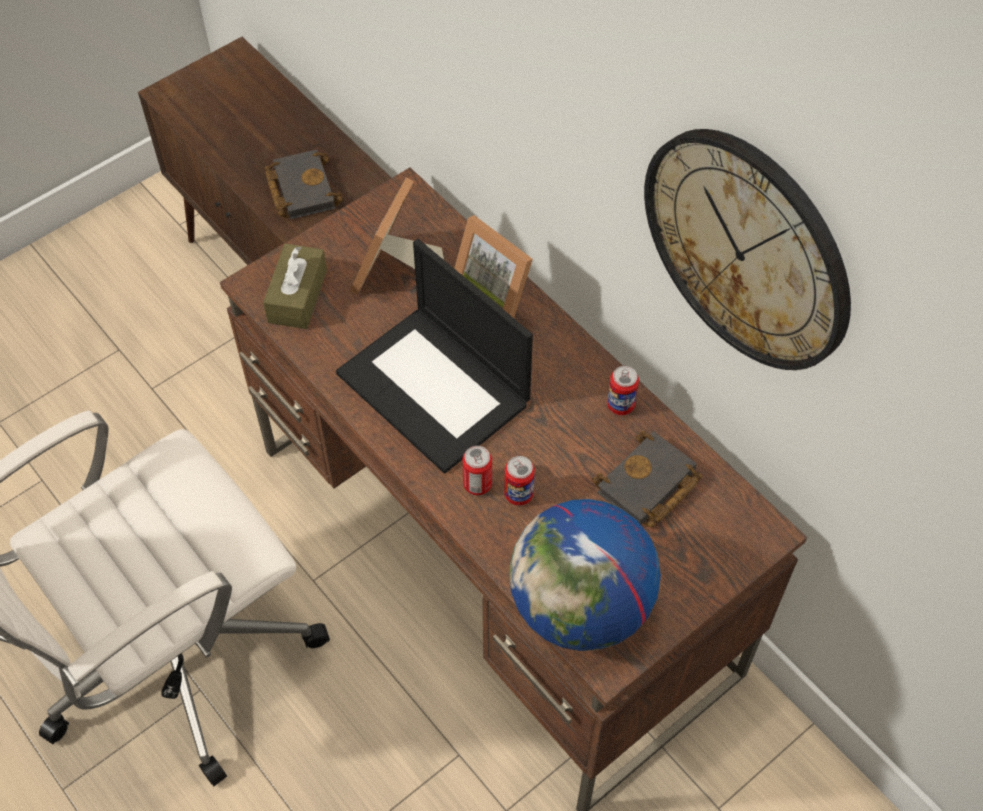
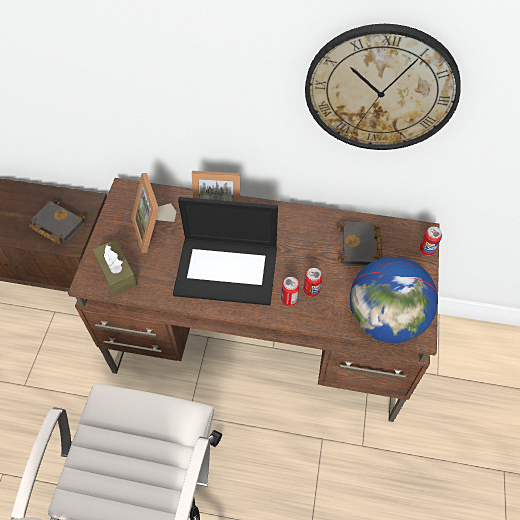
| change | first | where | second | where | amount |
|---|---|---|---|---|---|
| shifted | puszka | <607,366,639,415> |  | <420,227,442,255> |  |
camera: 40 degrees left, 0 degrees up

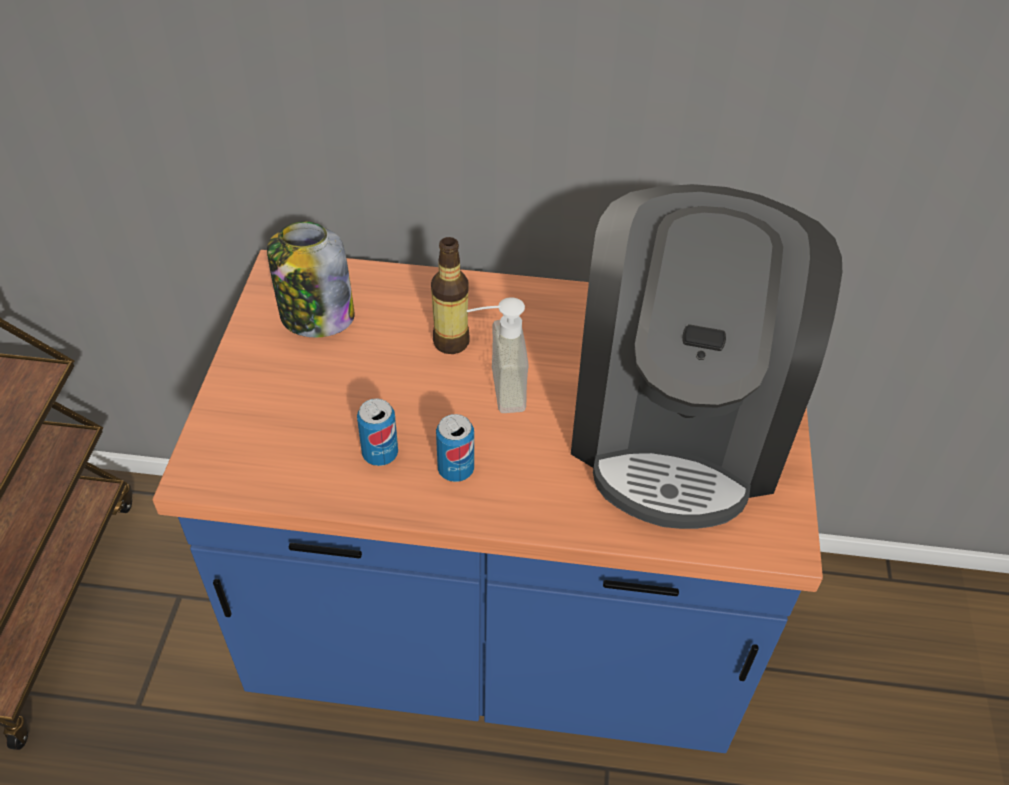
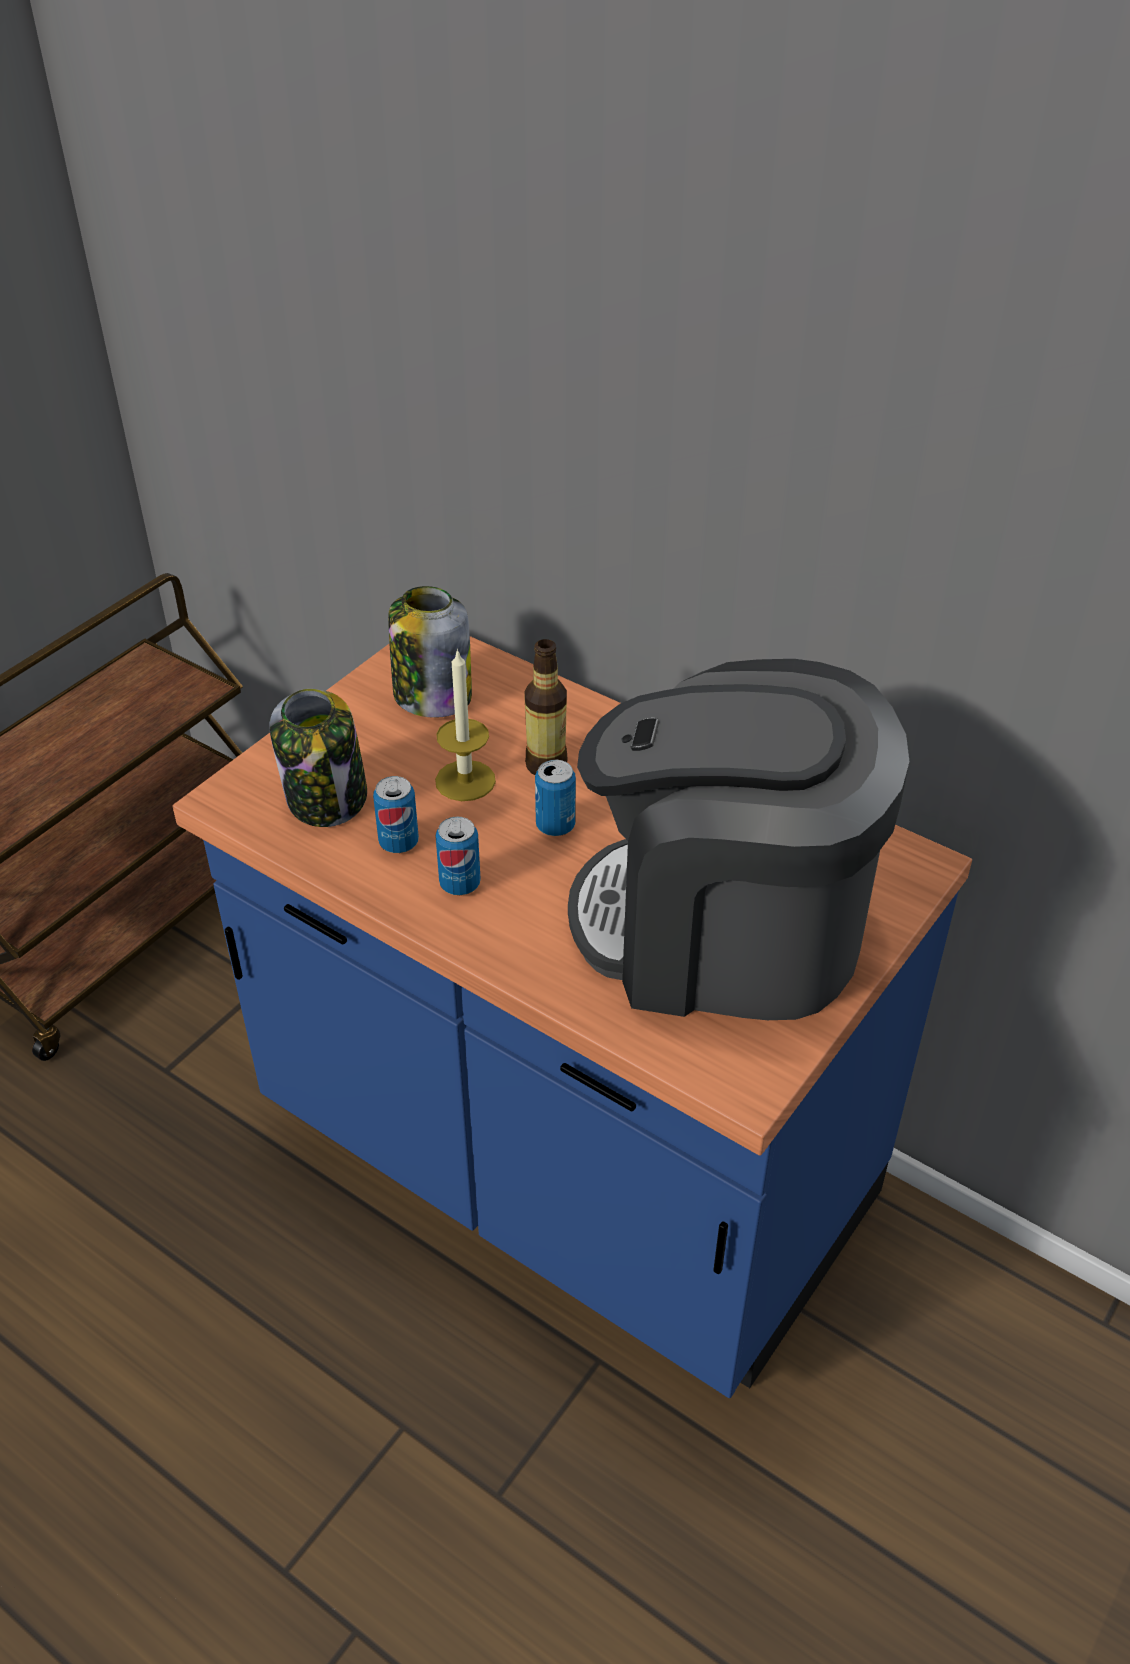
| change | first | where | second | where | amount |
|---|---|---|---|---|---|
| new |  |  | słoik | <269,689,367,827> |  |
| new |  |  | świeca | <435,649,496,801> |  |
| swapped | dozownik mydła | <467,297,529,413> | puszka | <535,760,576,836> |  |
| rotated | ekspres do kawy | <571,184,842,529> |  | <568,659,909,1020> | 60 degrees clockwise |
camera: 30 degrees right, 5 degrees down

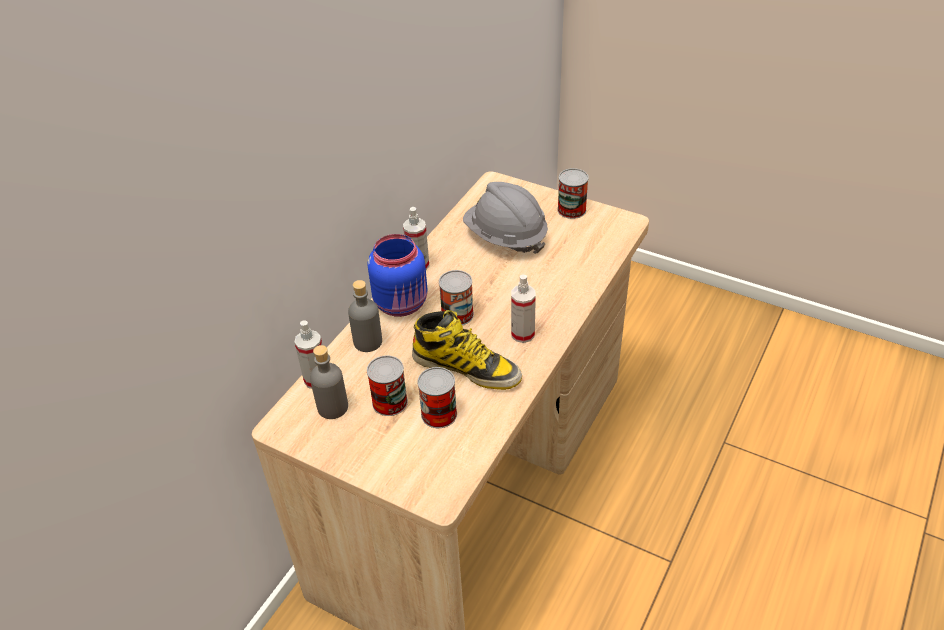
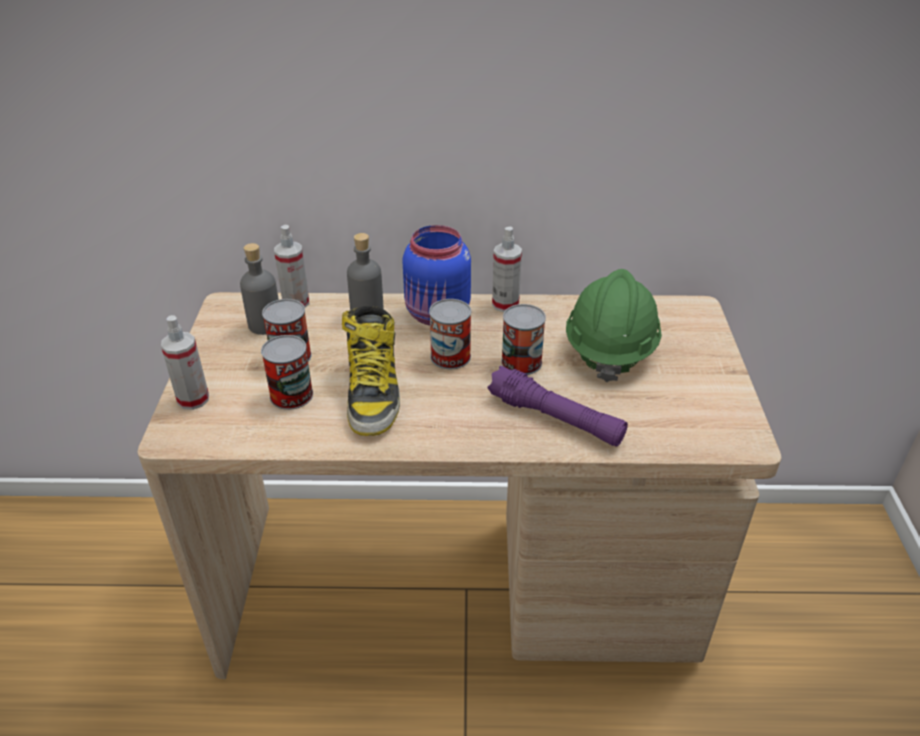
| change | first | where | second | where | amount |
|---|---|---|---|---|---|
| new |  |  | latarka [fioletowy] | <487,366,628,447> |  |
| shifted | spryskiwacz | <511,275,536,343> |  | <161,315,209,410> |  |
| shifted | puszka | <557,168,589,219> |  | <501,304,546,375> |  |
| repainted | kask [szary] | <463,182,548,254> | kask [zielony] | <566,269,662,382> |  |
camera: 60 degrees right, 5 degrees down

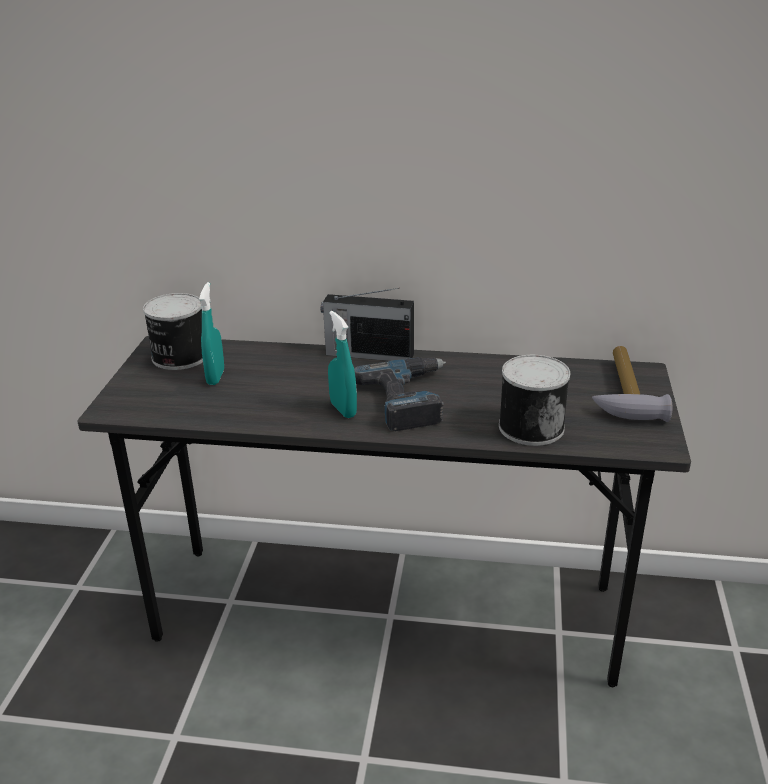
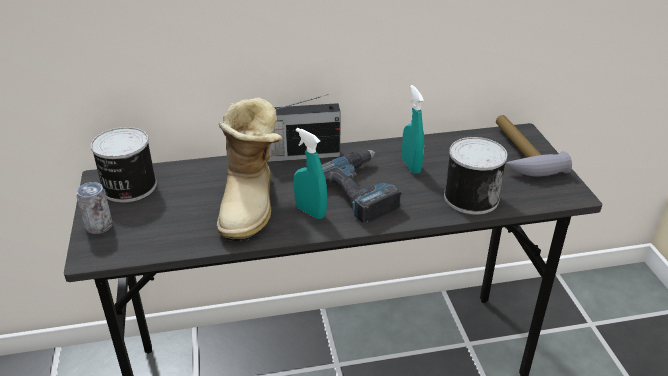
| change | first | where | second | where | amount |
|---|---|---|---|---|---|
| new |  |  | puszka | <76,182,113,234> |  |
| new |  |  | but z cholewką | <217,97,283,242> |  |
| shifted | spryskiwacz [turkusowy] | <199,282,224,385> |  | <402,85,424,174> |  |
camera: 20 degrees left, 5 degrees up

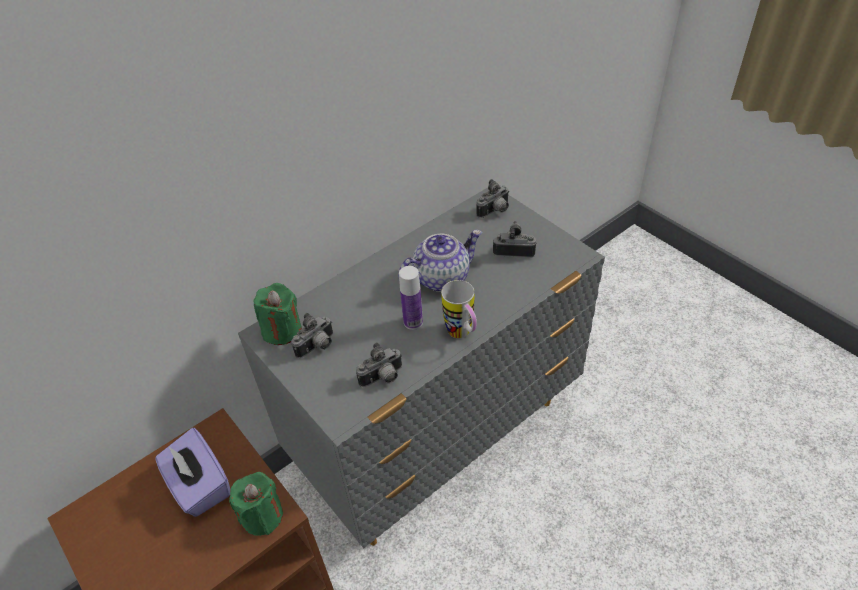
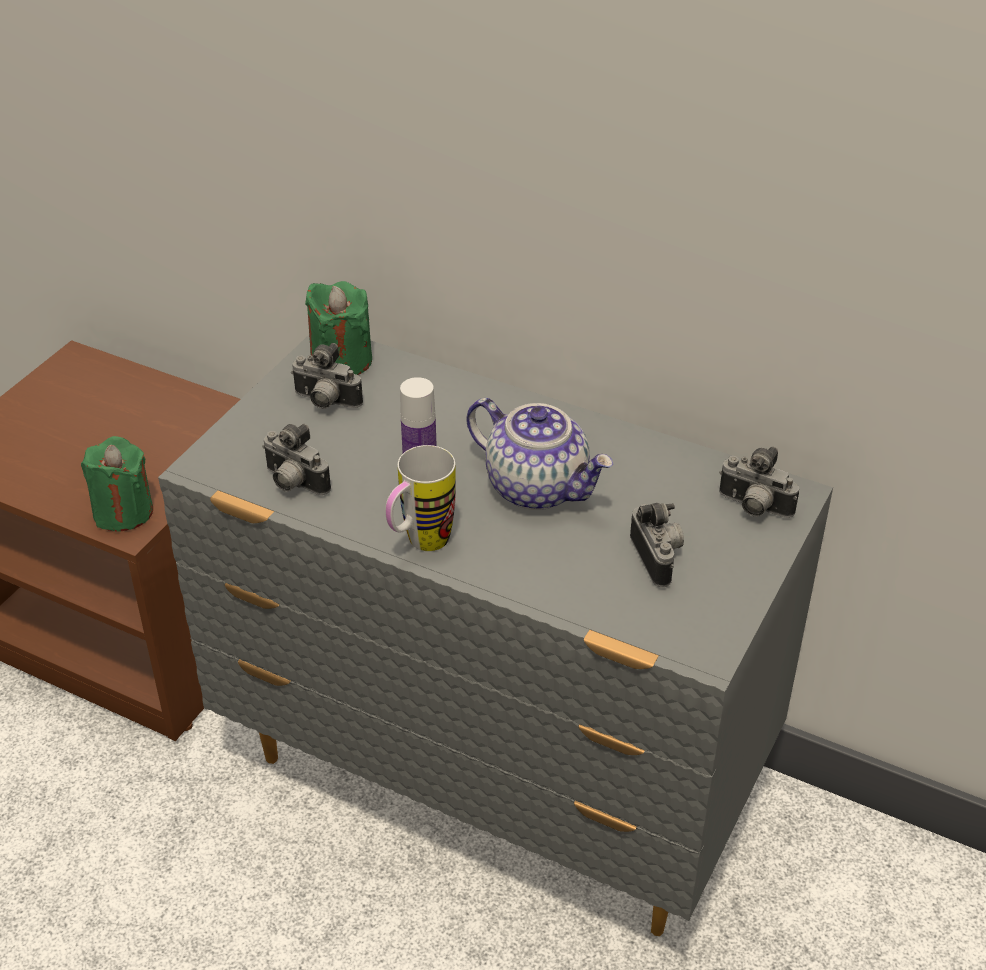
| change | first | where | second | where | amount |
|---|---|---|---|---|---|
| gone | pudełko chusteczek [fioletowy] | <155,428,230,517> |  |  |  |
camera: 65 degrees right, 5 degrees down

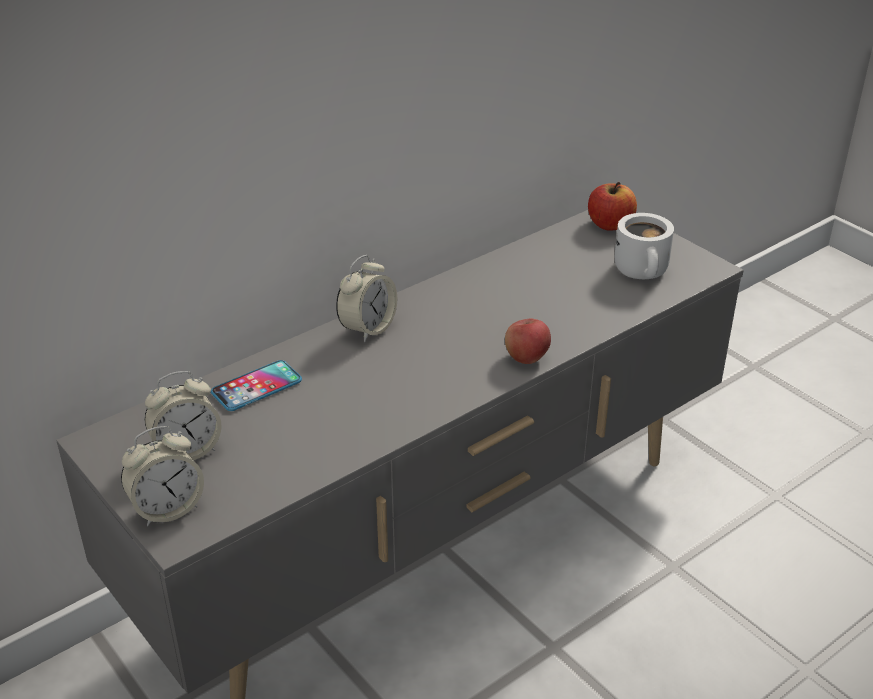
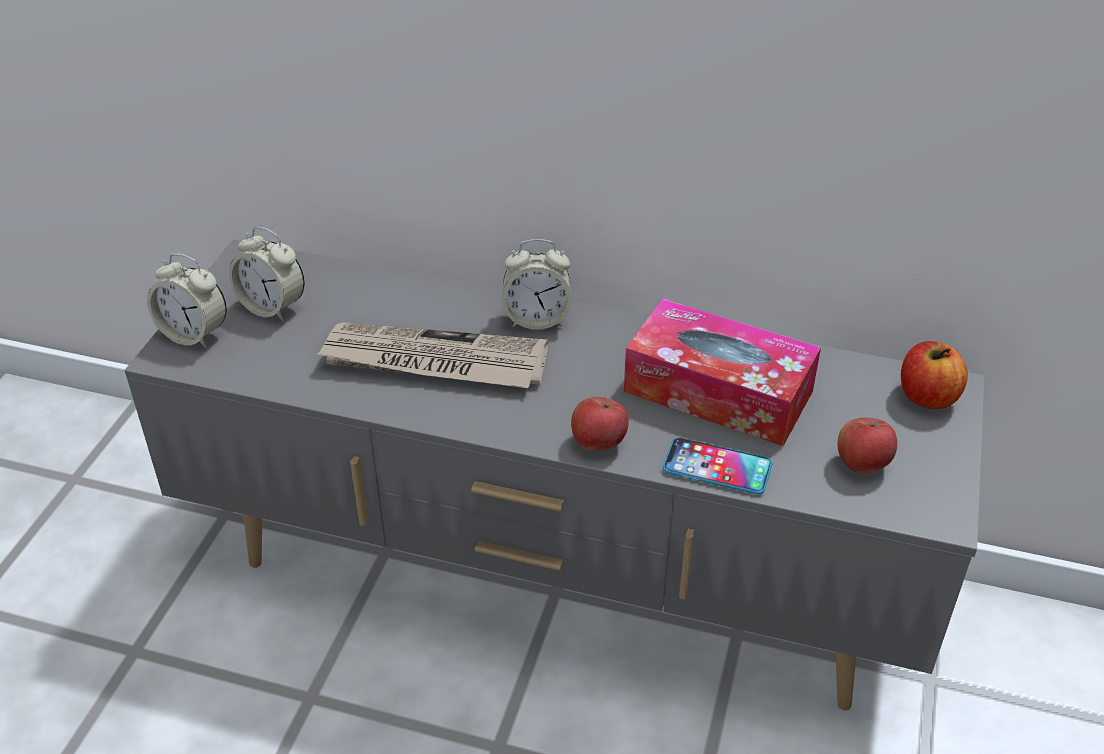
| change | first | where | second | where | amount |
|---|---|---|---|---|---|
| new |  |  | gazeta | <316,322,548,388> |  |
| new |  |  | pudełko chusteczek | <624,298,821,446> |  |
| shifted | telefon | <211,360,302,411> |  | <663,437,772,494> |  |
| swapped | kubek [biały] | <615,213,674,279> | jabłko | <838,417,897,474> |  |
camera: 55 degrees right, 5 degrees up

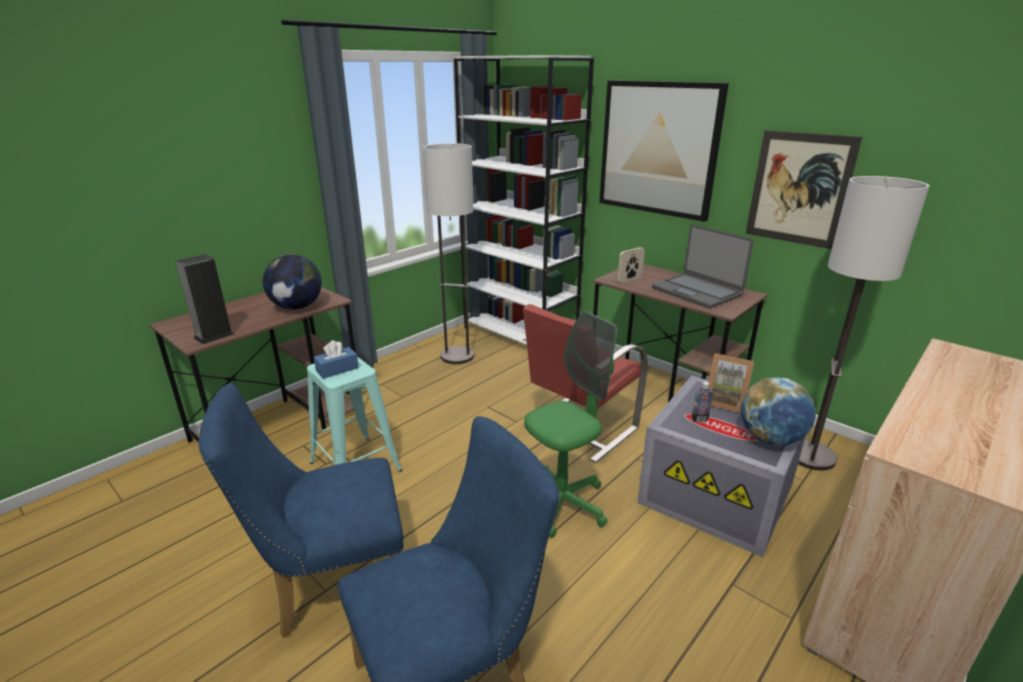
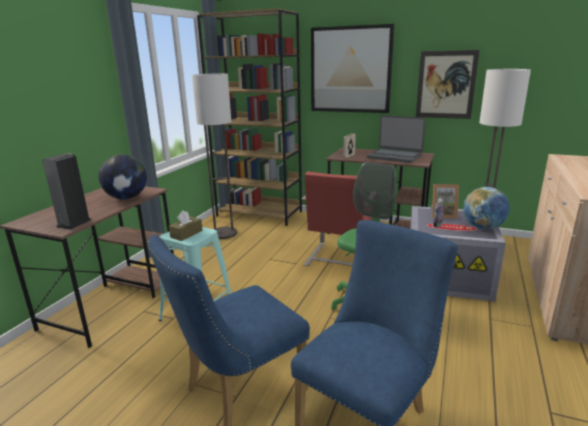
| change | first | where | second | where | amount |
|---|---|---|---|---|---|
| repainted | pudełko chusteczek [niebieski] | <314,340,359,379> | pudełko chusteczek [brązowy] | <169,210,203,241> |  |
| repainted | regał [biały] | <454,55,594,345> | regał [brązowy] | <197,8,302,226> |  |
camera: 20 degrees left, 5 degrees down

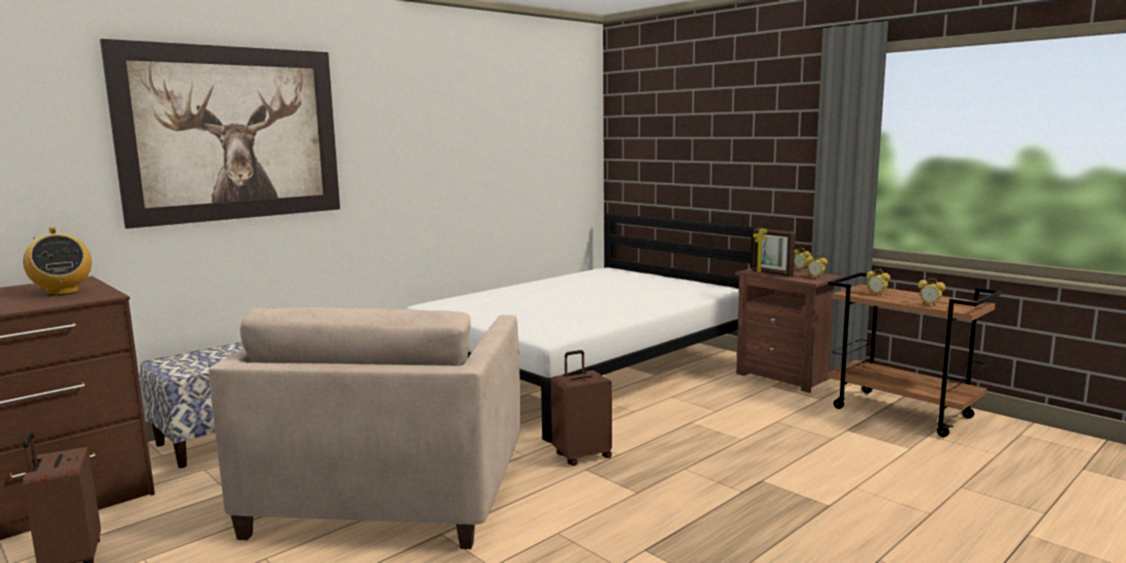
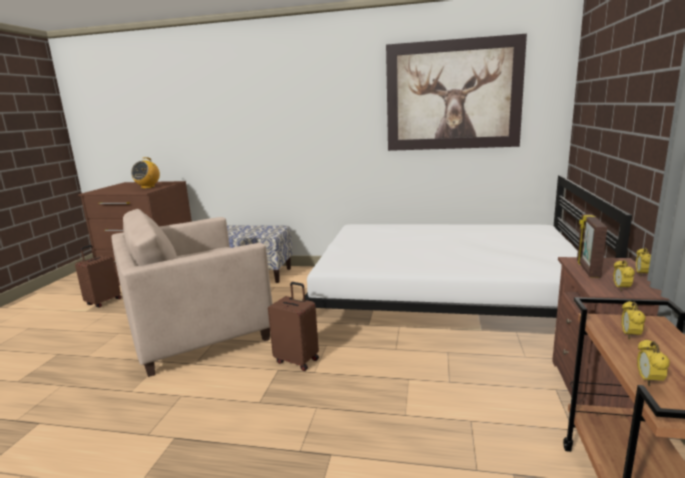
| change | first | where | second | where | amount |
|---|---|---|---|---|---|
| shifted | obraz | <100,39,340,229> |  | <386,34,527,151> |  |
camera: 55 degrees right, 5 degrees up

